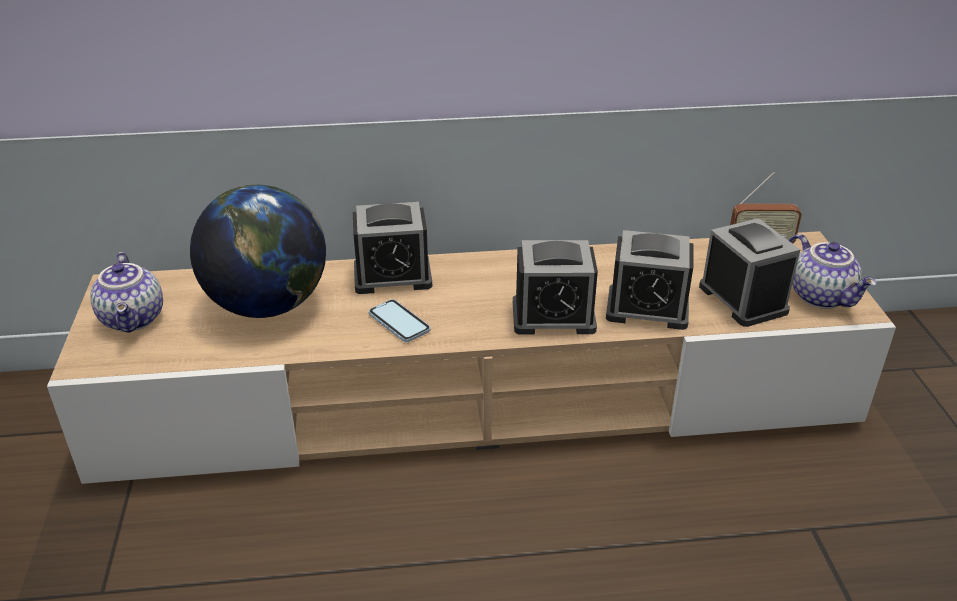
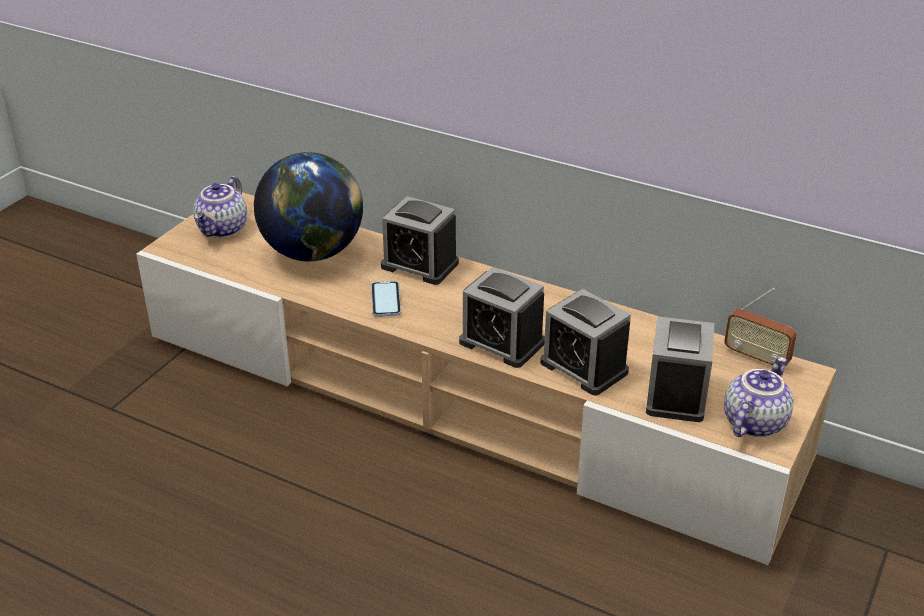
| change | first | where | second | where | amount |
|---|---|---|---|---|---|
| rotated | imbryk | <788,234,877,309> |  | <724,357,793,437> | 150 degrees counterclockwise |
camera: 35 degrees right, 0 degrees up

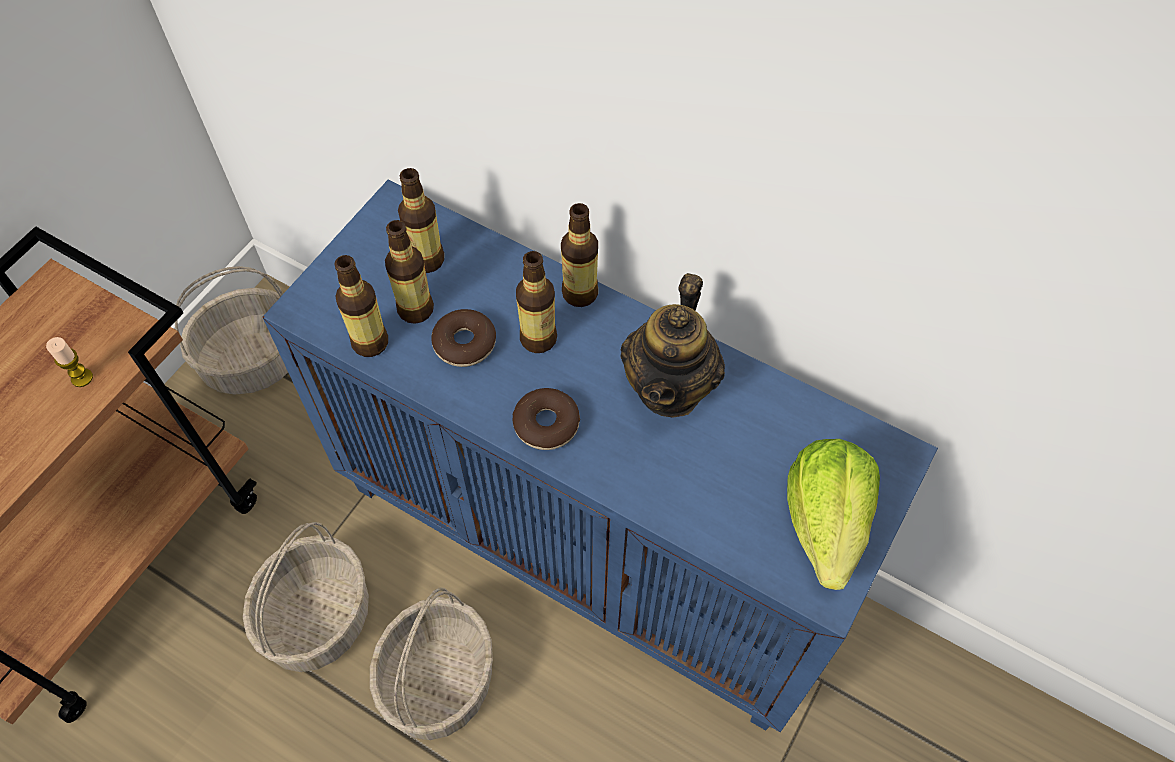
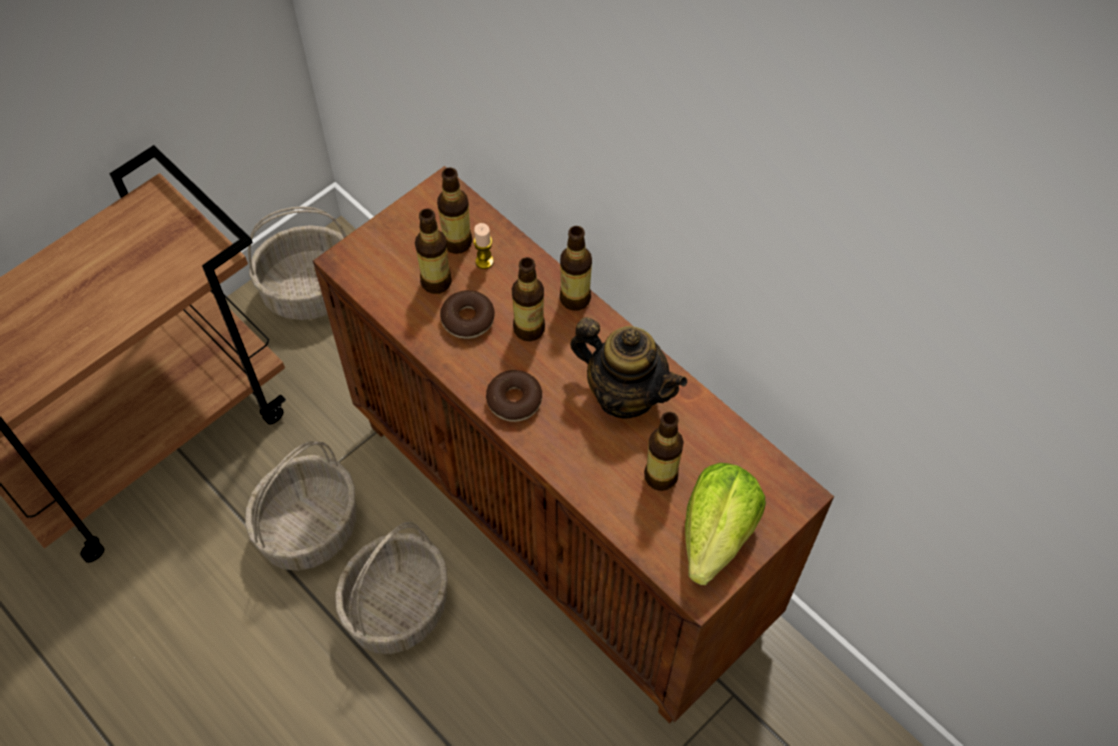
| change | first | where | second | where | amount |
|---|---|---|---|---|---|
| shifted | świeca | <46,337,93,387> |  | <474,223,494,269> |  |
| shifted | butelka | <334,255,388,357> |  | <644,412,684,491> |  |
| repainted | szafka [niebieski] | <263,179,938,732> | szafka [brązowy] | <313,166,834,723> |  |
| rotated | imbryk | <620,273,725,417> |  | <570,317,687,418> | 90 degrees counterclockwise |
camera: 15 degrees right, 0 degrees up

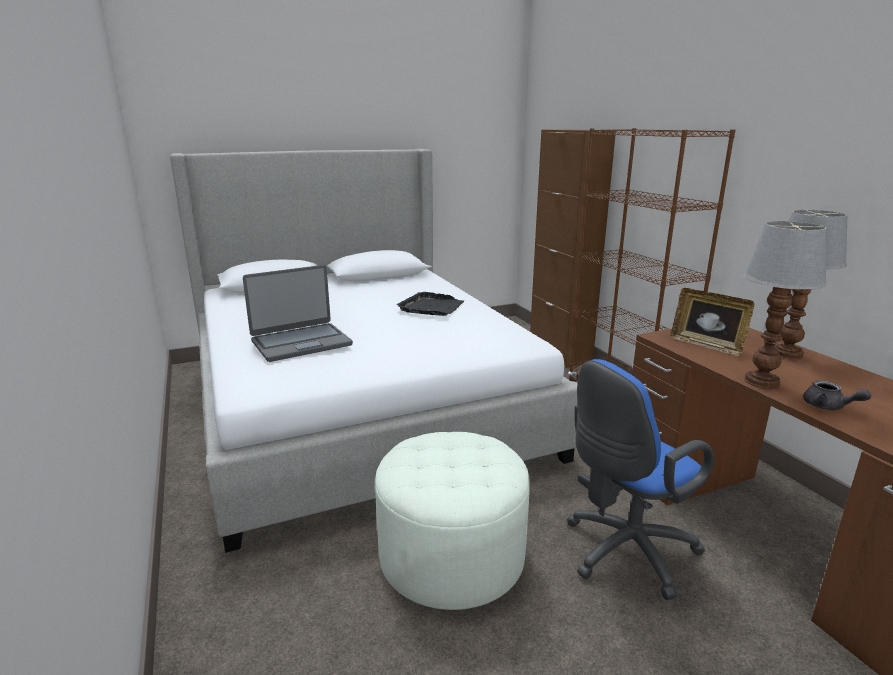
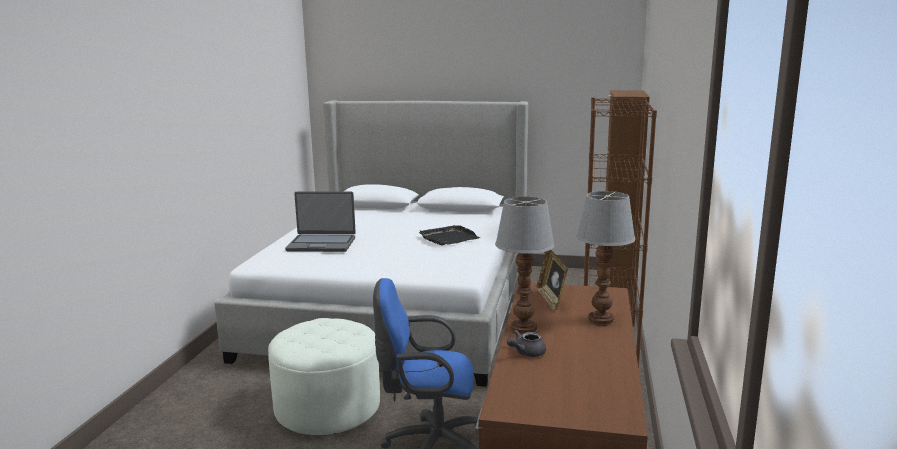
| change | first | where | second | where | amount |
|---|---|---|---|---|---|
| rotated | imbryk [szary] | <803,380,871,410> |  | <507,330,546,357> | 60 degrees clockwise |
camera: 35 degrees right, 5 degrees down

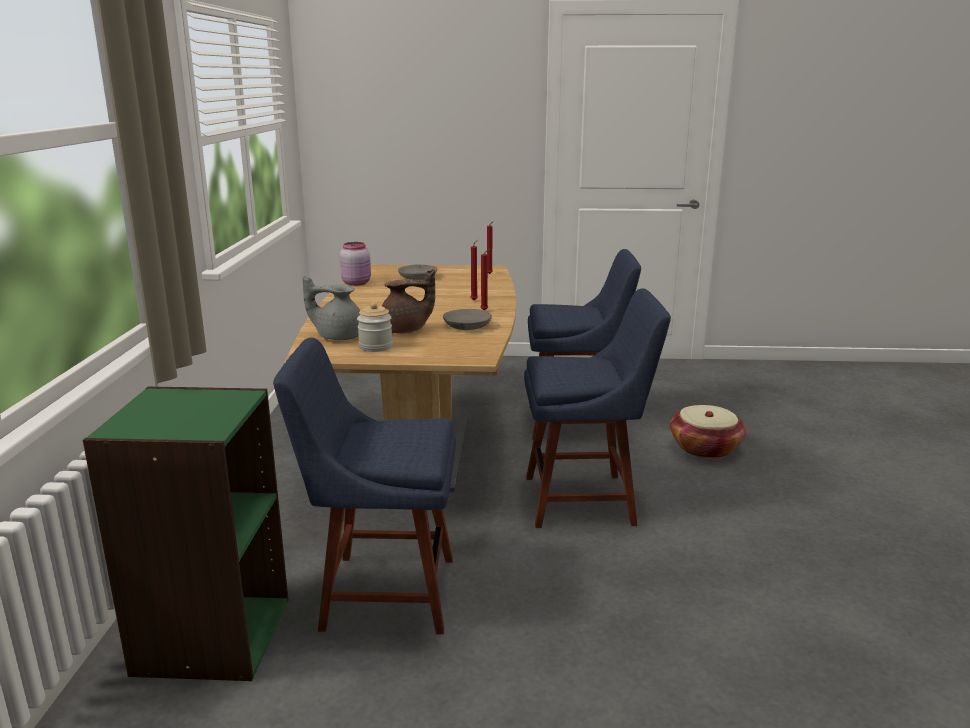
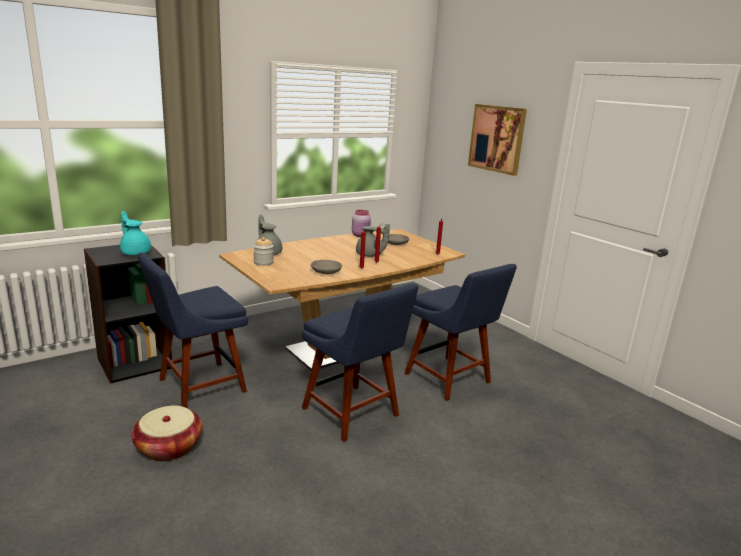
| change | first | where | second | where | amount |
|---|---|---|---|---|---|
| gone | imbryk [brązowy] | <382,269,435,334> |  |  |  |
| new |  |  | imbryk [turkusowy] | <120,211,151,255> |  |
| new |  |  | imbryk [szary] | <356,224,390,257> |  |
| new |  |  | obraz | <468,104,527,176> |  |
| shifted | koszyk | <670,405,746,459> |  | <131,405,203,461> |  |
| repainted | regał [zielony] | <83,386,289,681> | regał [czarny] | <84,245,172,384> |  |
| rotated | krzesło [niebieski] | <273,337,456,634> |  | <137,253,248,408> | 90 degrees counterclockwise |
camera: 50 degrees right, 0 degrees up

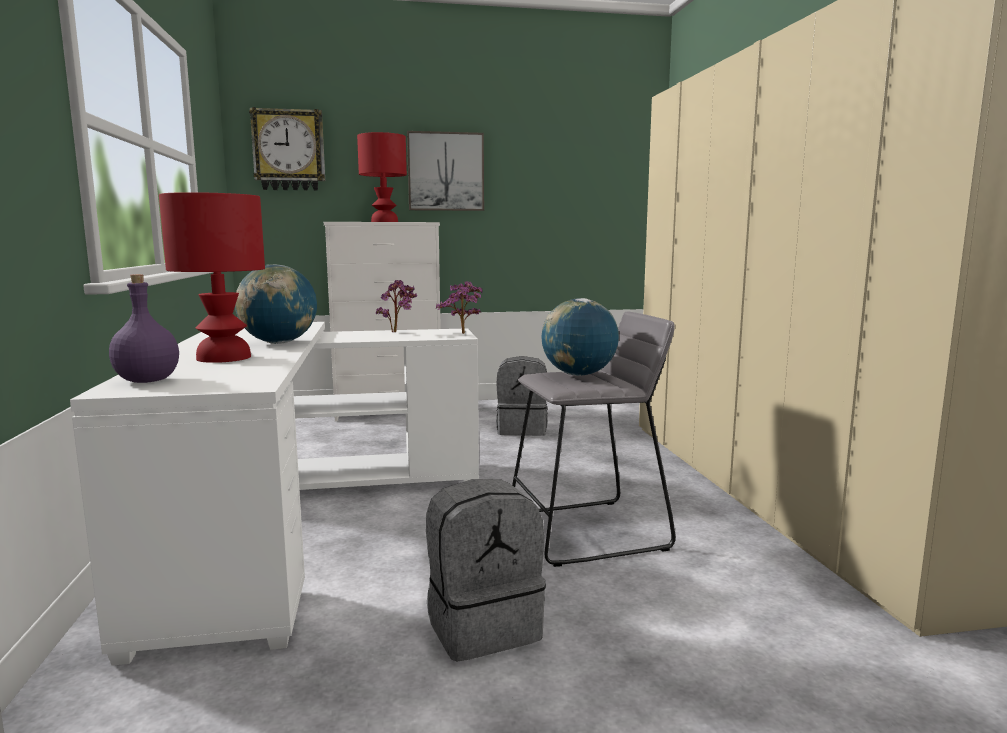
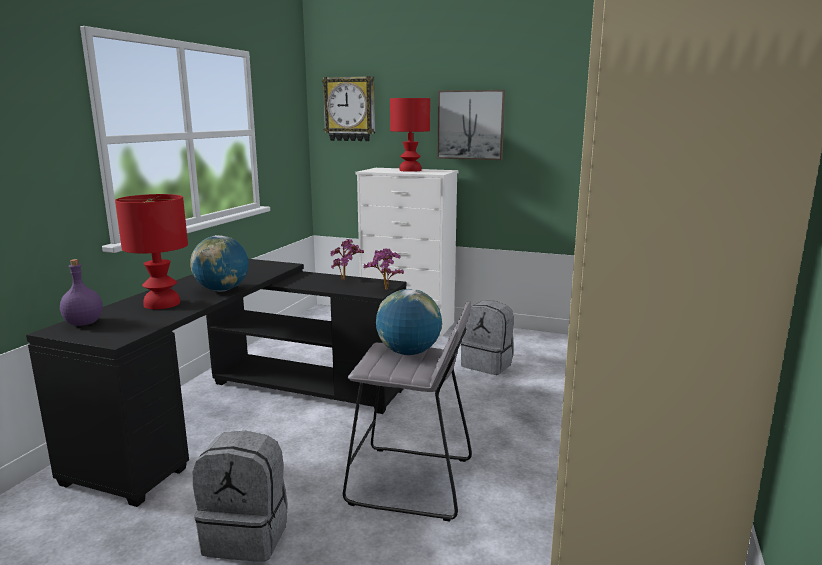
| change | first | where | second | where | amount |
|---|---|---|---|---|---|
| repainted | biurko [biały] | <70,322,479,666> | biurko [czarny] | <26,259,406,507> |  |
camera: 30 degrees right, 5 degrees up

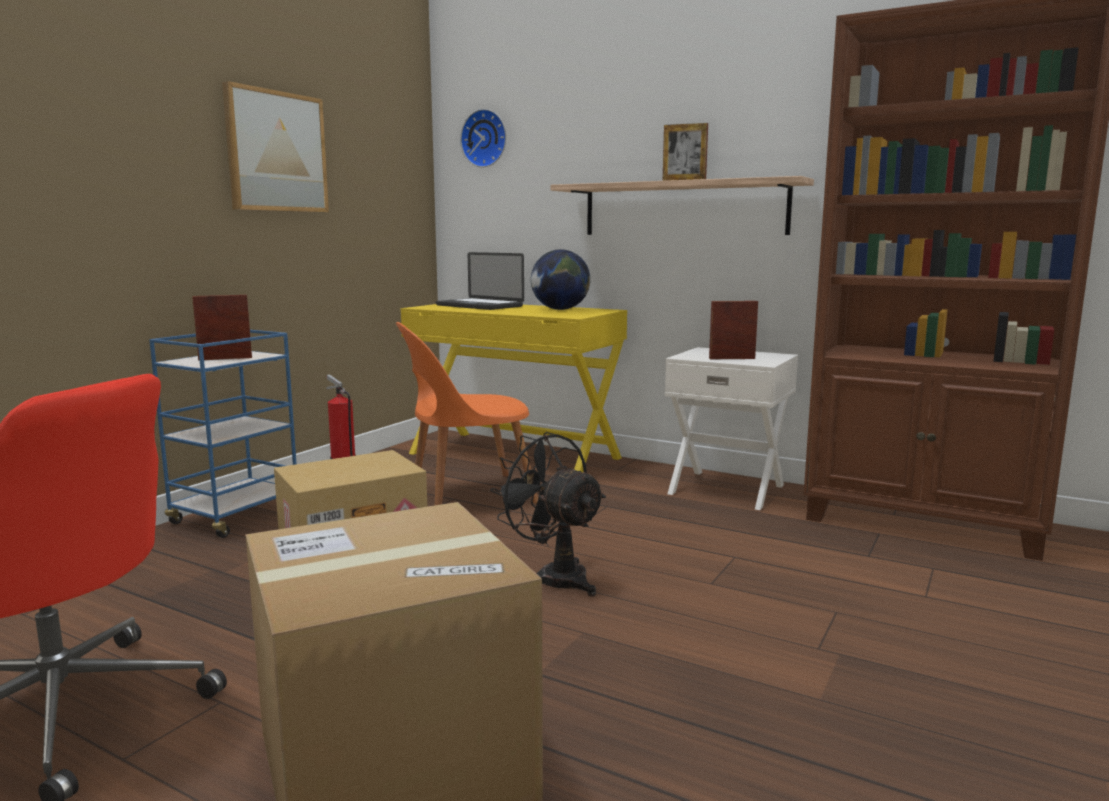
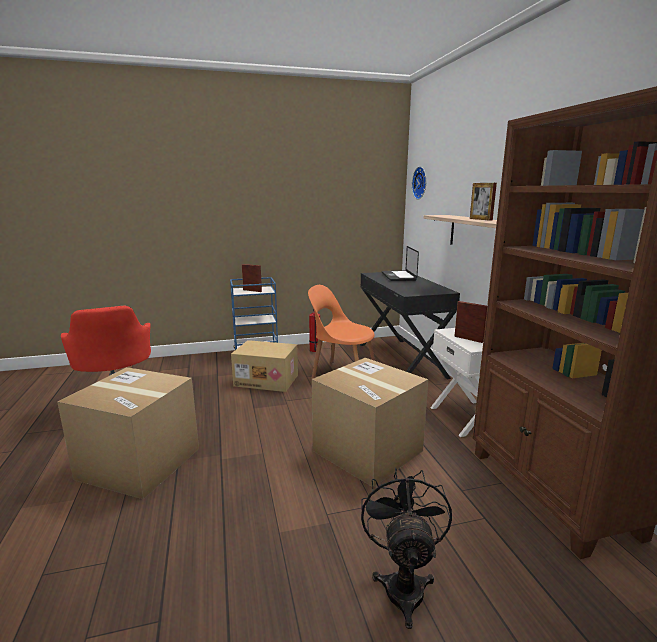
| change | first | where | second | where | amount |
|---|---|---|---|---|---|
| gone | obraz | <222,81,329,212> |  |  |  |
| gone | globus | <531,249,591,310> |  |  |  |
| new |  |  | karton | <312,358,428,487> |  |
| shifted | wentylator [czarny] | <490,432,606,596> |  | <361,468,452,629> |  |
| repainted | biurko [żółty] | <401,304,627,472> | biurko [czarny] | <360,272,460,379> |  |
camera: 45 degrees right, 5 degrees up

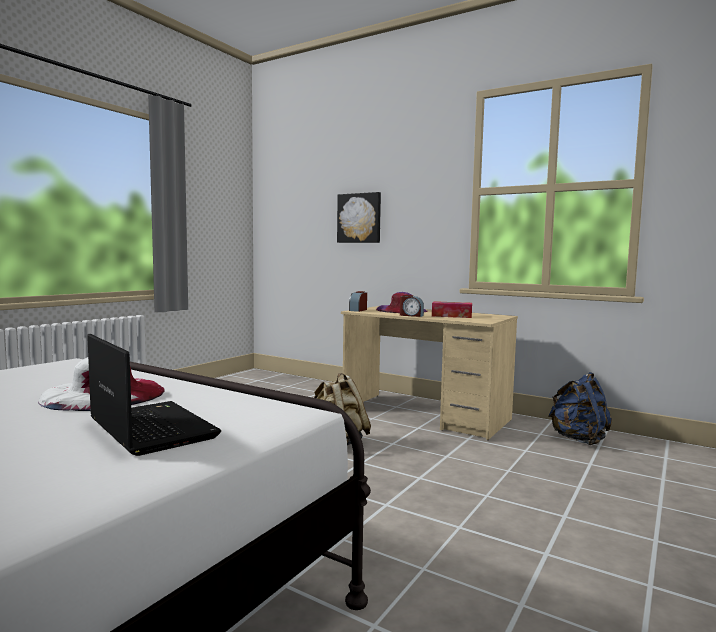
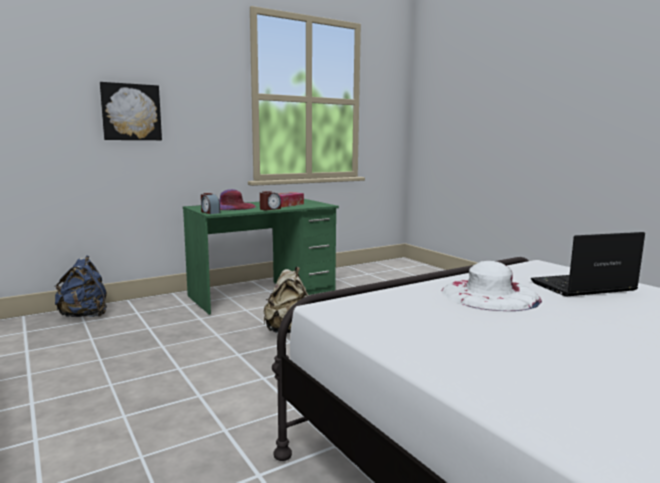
| change | first | where | second | where | amount |
|---|---|---|---|---|---|
| shifted | plecak [niebieski] | <548,372,612,445> |  | <54,256,107,317> |  |
| repainted | biurko [beżowy] | <341,306,518,440> | biurko [zielony] | <183,199,339,315> |  |
camera: 65 degrees left, 5 degrees up

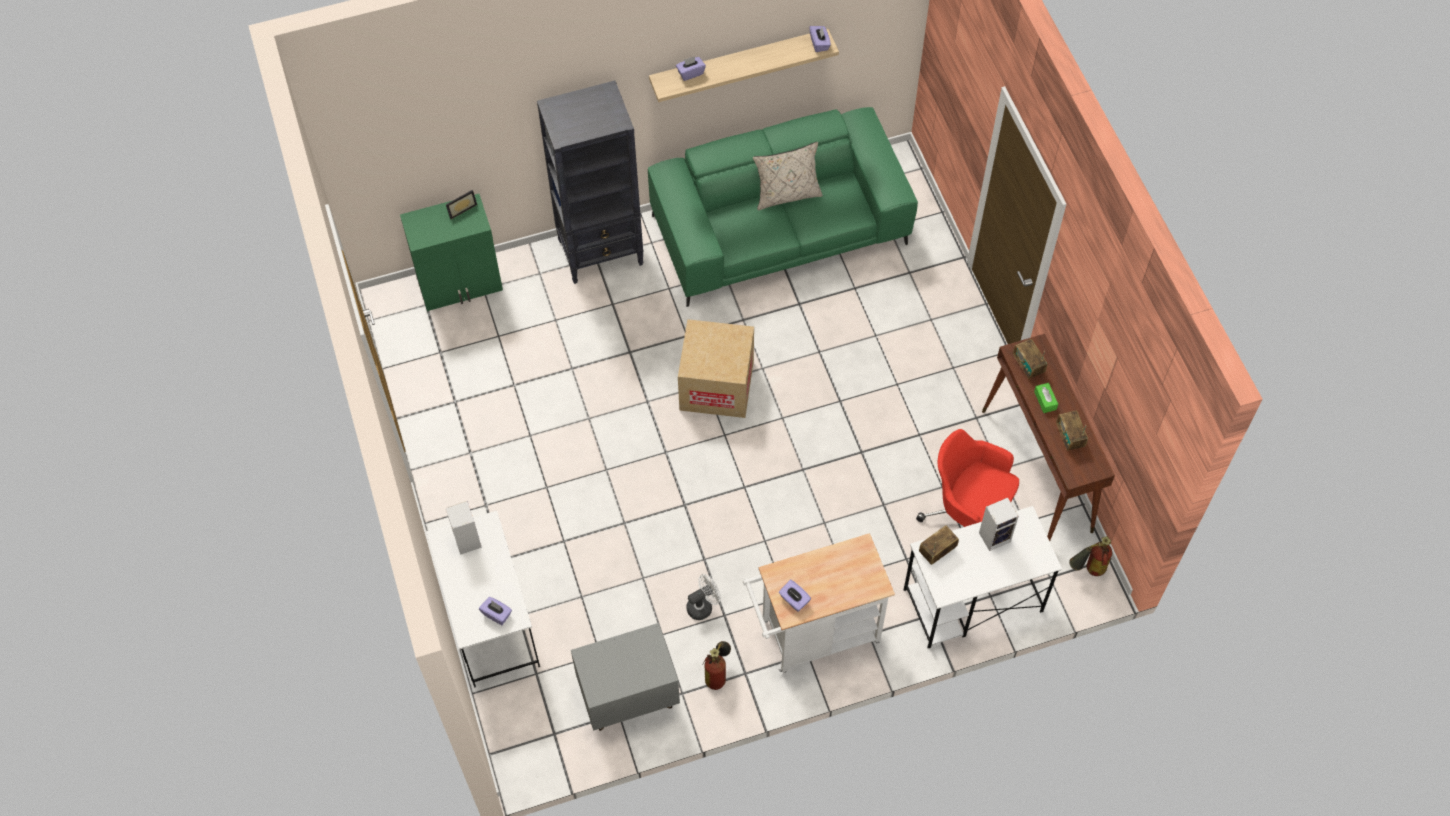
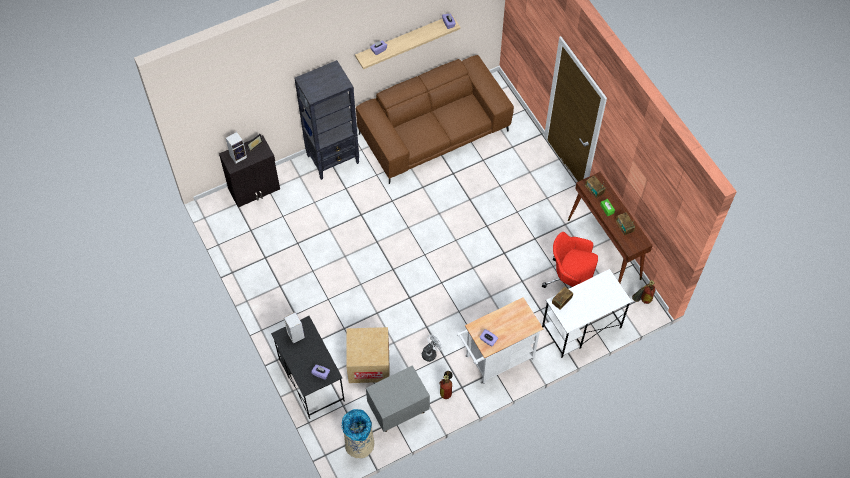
| change | first | where | second | where | amount |
|---|---|---|---|---|---|
| gone | poduszka [beżowy] | <753,142,823,210> |  |  |  |
| new |  |  | kosz na śmieci [beżowy] | <342,409,374,458> |  |
| shifted | karton | <678,319,754,418> |  | <346,327,390,383> |  |
| shifted | głośnik | <979,498,1019,551> |  | <226,132,247,163> |  |
| repainted | szafka [zielony] | <400,194,503,311> | szafka [czarny] | <219,135,280,207> |  |
| repainted | biurko [biały] | <426,511,540,688> | biurko [czarny] | <271,316,345,419> |  |
| repainted | kanapa [zielony] | <648,107,918,307> | kanapa [brązowy] | <356,55,514,184> |  |
camera: 10 degrees left, 0 degrees up

